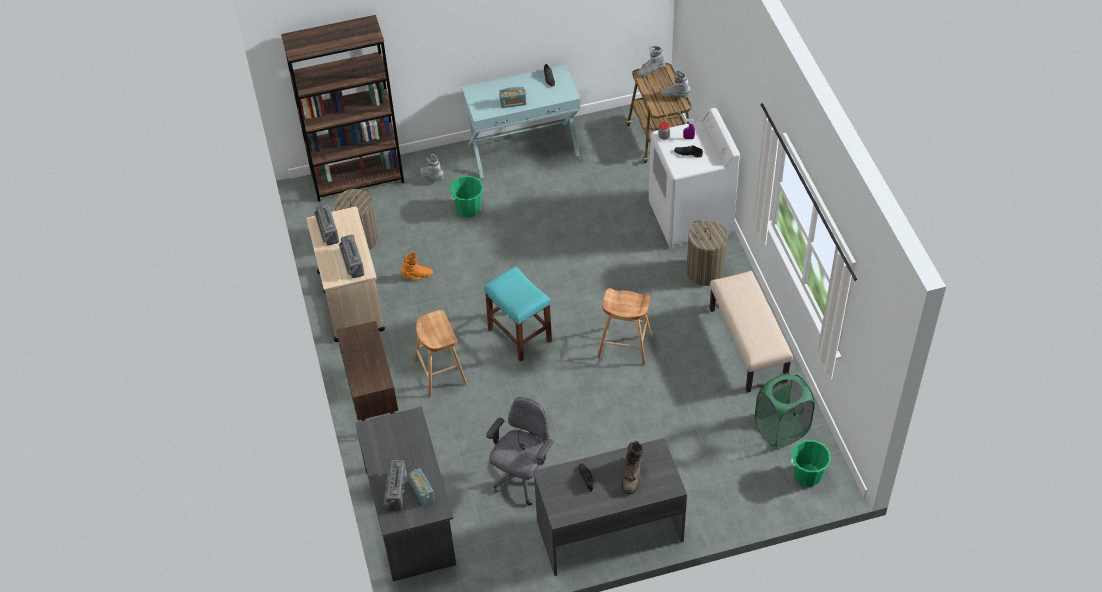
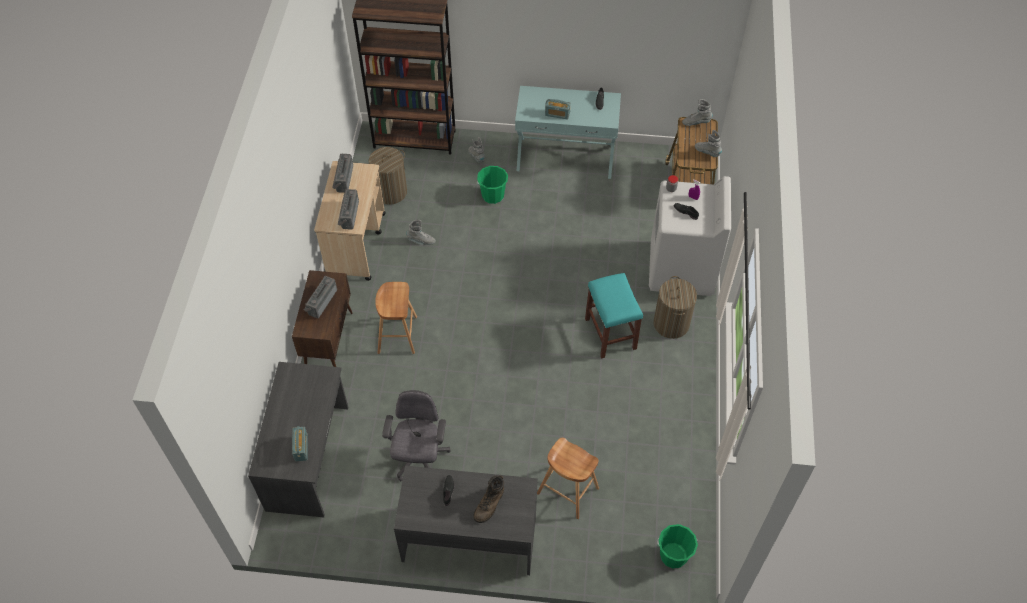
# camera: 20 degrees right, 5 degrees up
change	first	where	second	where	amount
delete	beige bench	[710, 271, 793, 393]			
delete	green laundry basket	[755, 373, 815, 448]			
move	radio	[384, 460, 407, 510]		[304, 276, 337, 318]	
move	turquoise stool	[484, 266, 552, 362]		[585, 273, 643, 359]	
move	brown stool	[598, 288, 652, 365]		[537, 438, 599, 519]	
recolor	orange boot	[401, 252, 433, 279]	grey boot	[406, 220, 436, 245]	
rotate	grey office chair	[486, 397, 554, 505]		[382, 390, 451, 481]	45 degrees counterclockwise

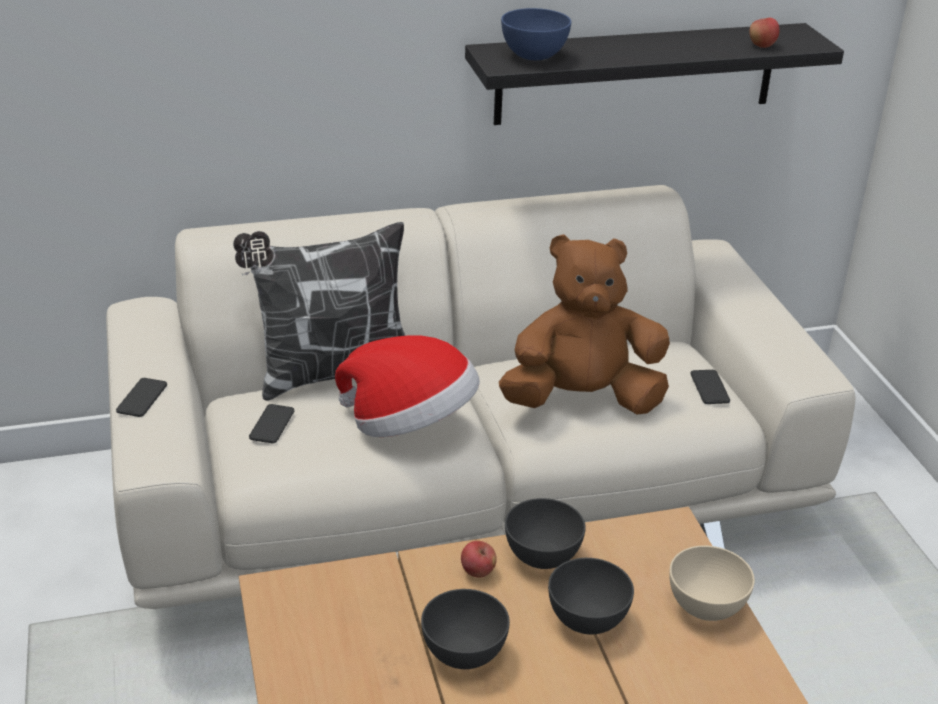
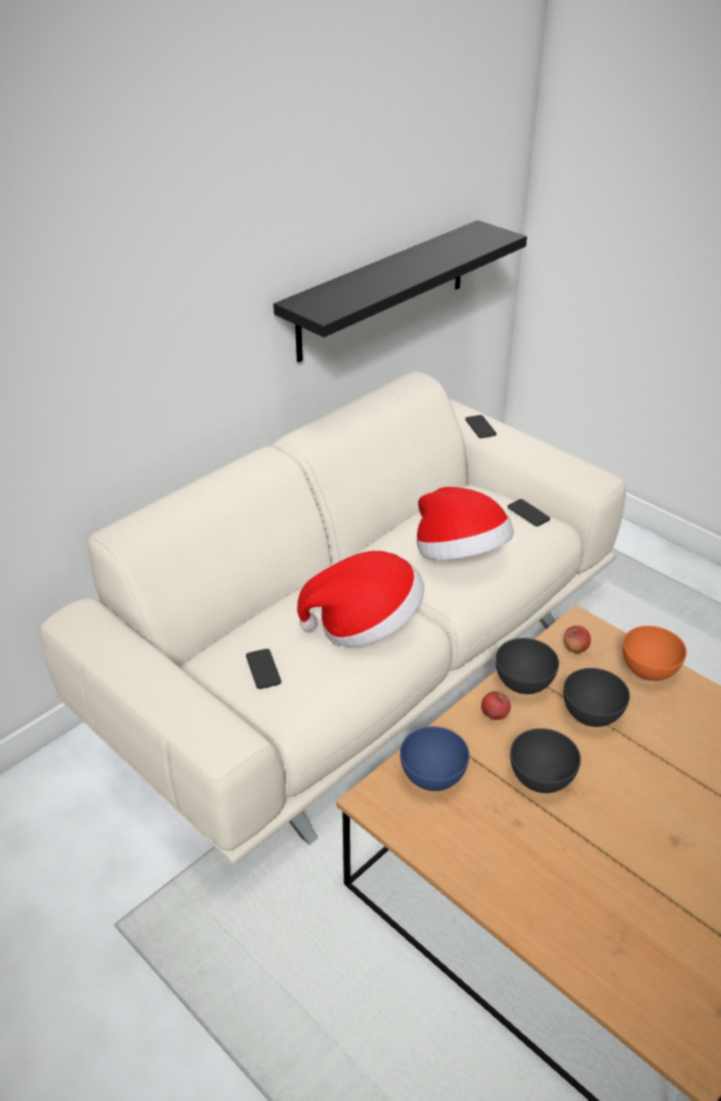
# camera: 30 degrees left, 5 degrees up
change	first	where	second	where	amount
delete	pillow	[233, 222, 405, 401]			
move	phone	[116, 378, 167, 417]		[465, 415, 497, 438]	
move	blue bowl	[501, 8, 571, 60]		[400, 726, 470, 791]	
move	apple	[749, 18, 780, 48]		[564, 626, 591, 653]	
replace	brown plush toy	[499, 234, 670, 414]	hat	[417, 487, 514, 560]	
recolor	beige bowl	[669, 546, 755, 621]	orange bowl	[623, 626, 687, 681]	

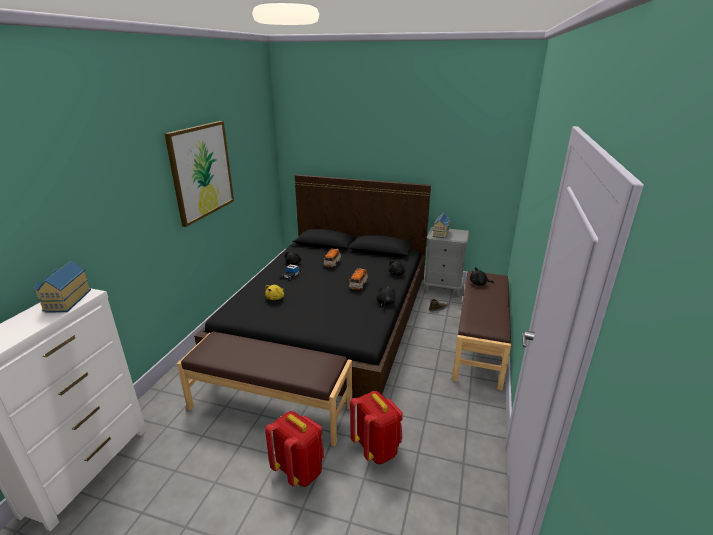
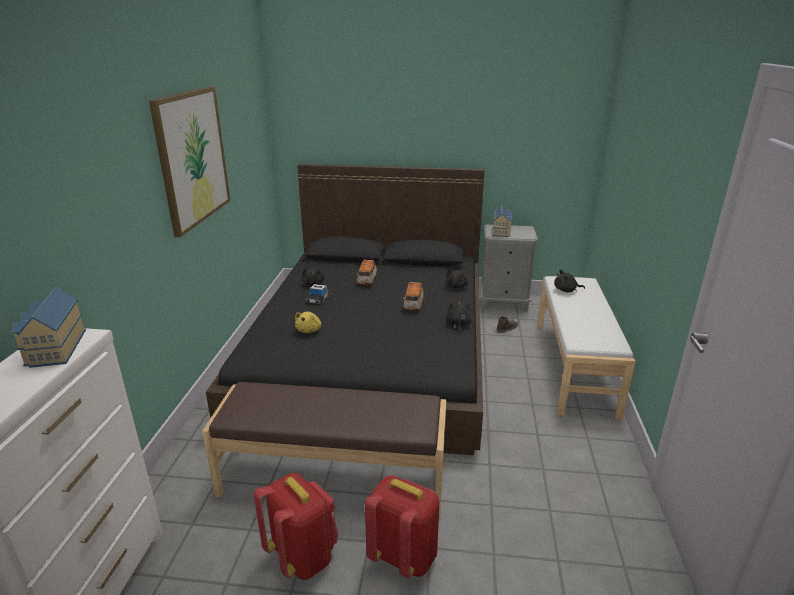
# camera: 10 degrees left, 0 degrees up
change	first	where	second	where	amount
move	red backpack	[350, 391, 403, 464]		[254, 473, 338, 580]	
recolor	brown bench	[452, 271, 511, 390]	white bench	[537, 276, 636, 420]	

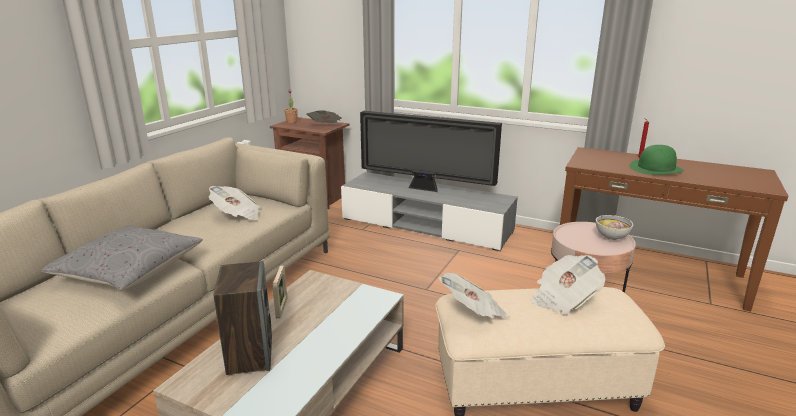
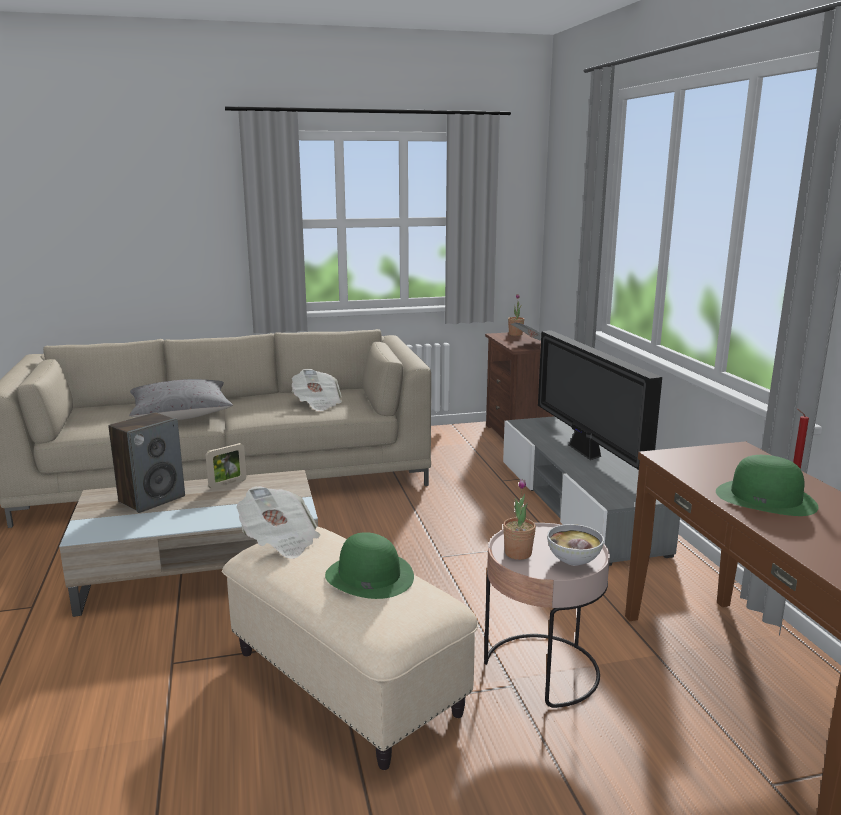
# camera: 50 degrees right, 5 degrees down
change	first	where	second	where	amount
insert			potted plant	[503, 479, 536, 560]	
replace	newspaper	[531, 255, 605, 314]	green hat	[325, 532, 414, 599]	

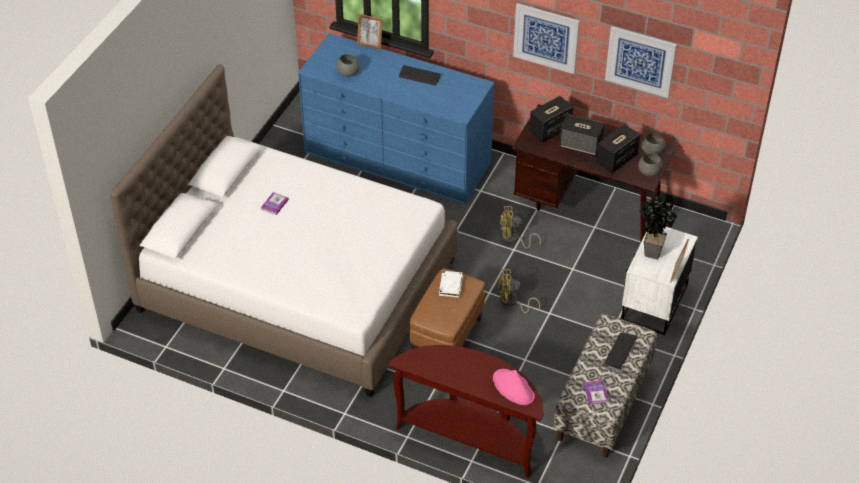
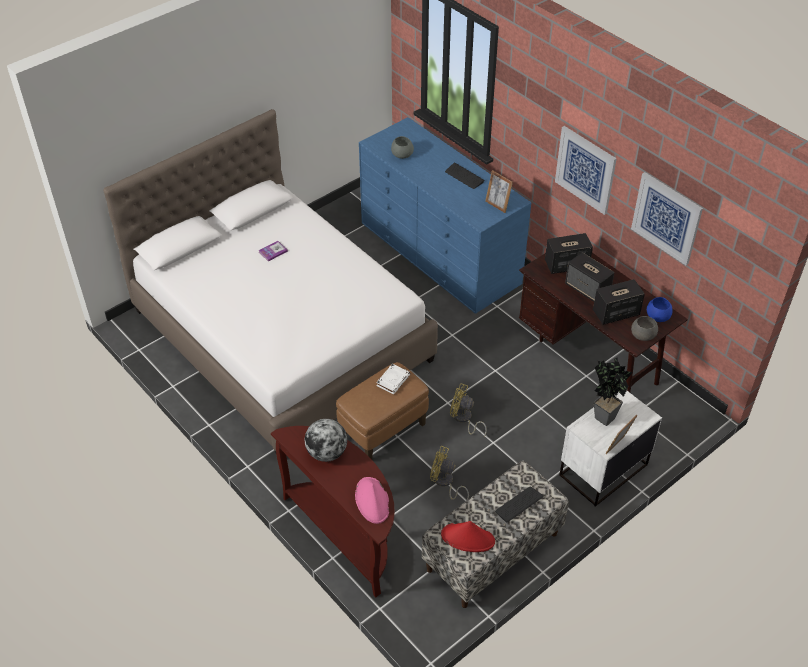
# camera: 25 degrees right, 0 degrees up
change	first	where	second	where	amount
insert			globe	[305, 419, 347, 462]	
move	picture frame	[357, 14, 383, 50]		[485, 170, 513, 213]	
move	yellow fan	[500, 206, 541, 249]		[430, 446, 469, 500]	
replace	book	[583, 380, 609, 405]	red hat	[441, 521, 495, 552]	
recolor	grey bowl	[641, 133, 665, 155]	blue bowl	[647, 297, 673, 322]	

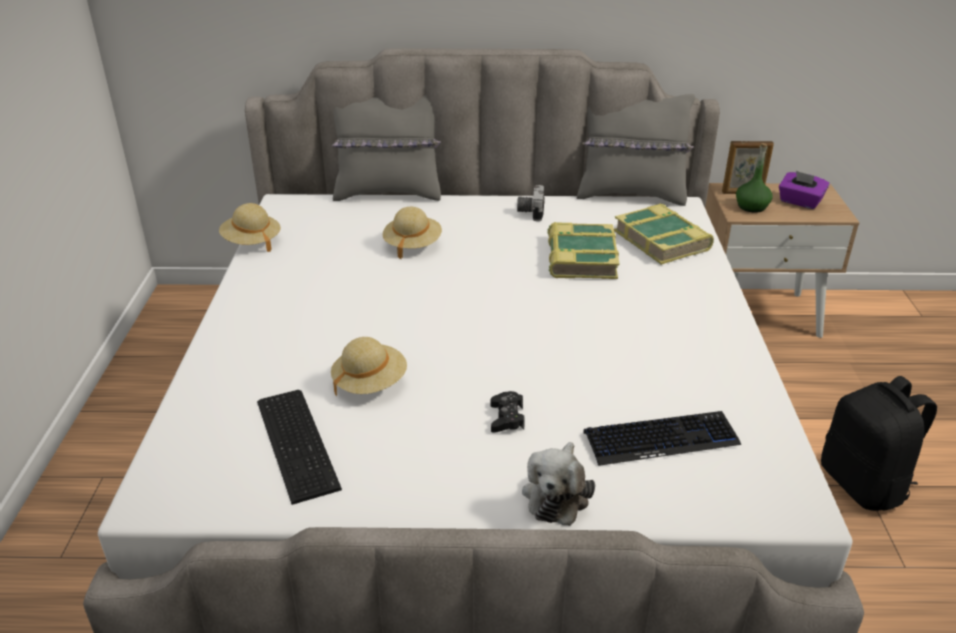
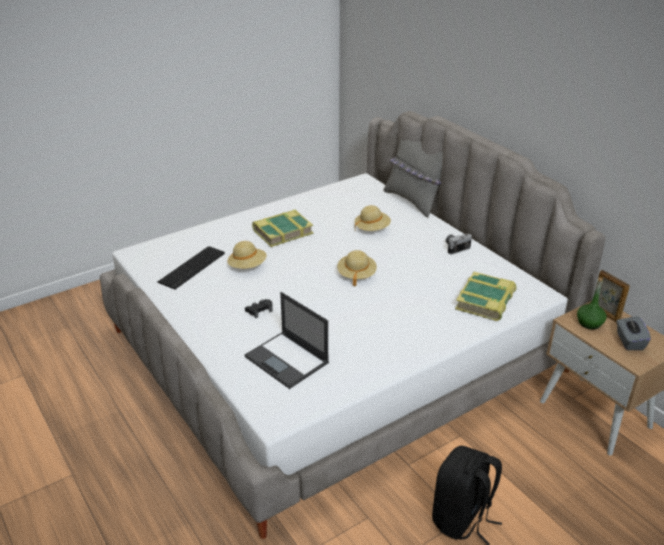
# camera: 55 degrees right, 0 degrees up
change	first	where	second	where	amount
delete	plush toy	[522, 442, 595, 526]			
delete	grey pillow	[577, 94, 695, 206]			
move	beige hat	[219, 203, 281, 252]		[337, 250, 377, 286]	
move	book	[547, 222, 619, 279]		[252, 210, 314, 247]	
replace	keyboard	[584, 411, 741, 466]	laptop	[245, 292, 329, 389]	
recolor	purple tissue box	[779, 171, 830, 209]	grey tissue box	[617, 316, 651, 350]	

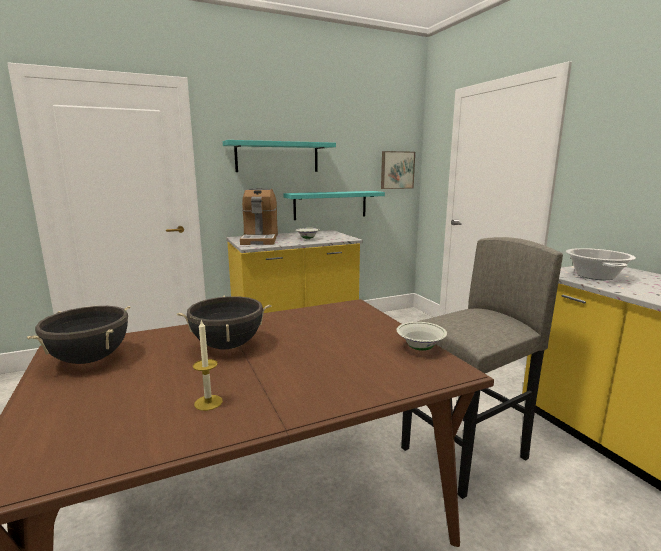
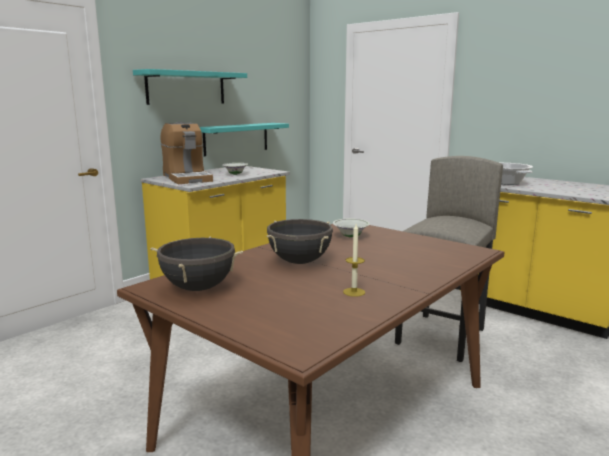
# camera: 25 degrees left, 0 degrees up
change	first	where	second	where	amount
delete	picture	[381, 151, 415, 189]			
move	white bowl	[397, 322, 447, 351]		[333, 218, 370, 238]	

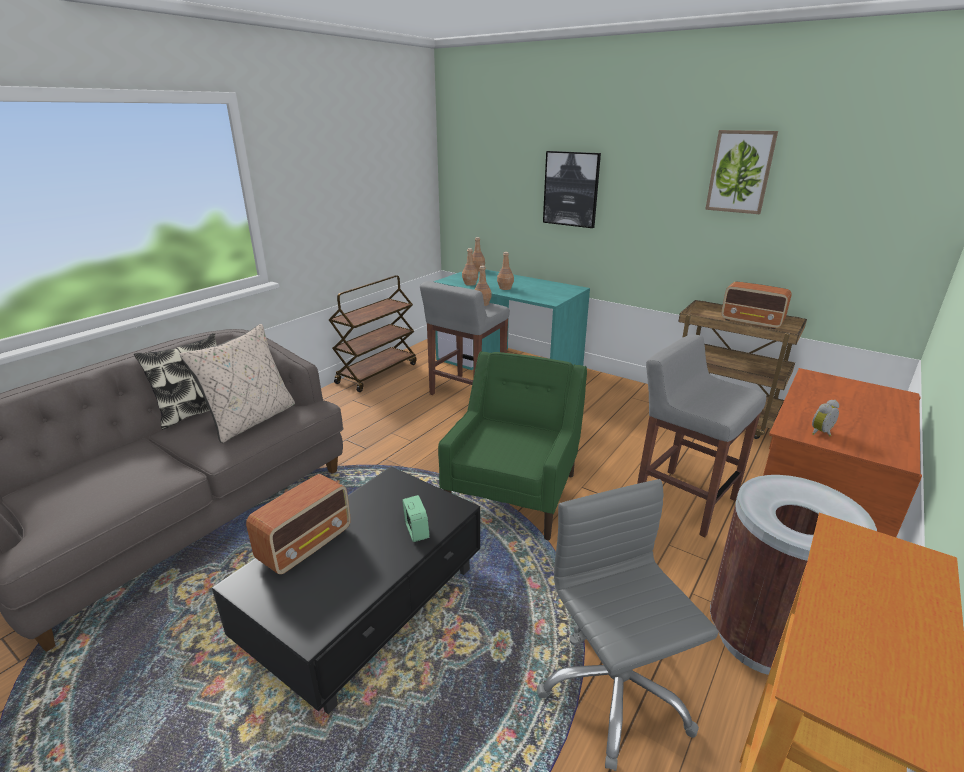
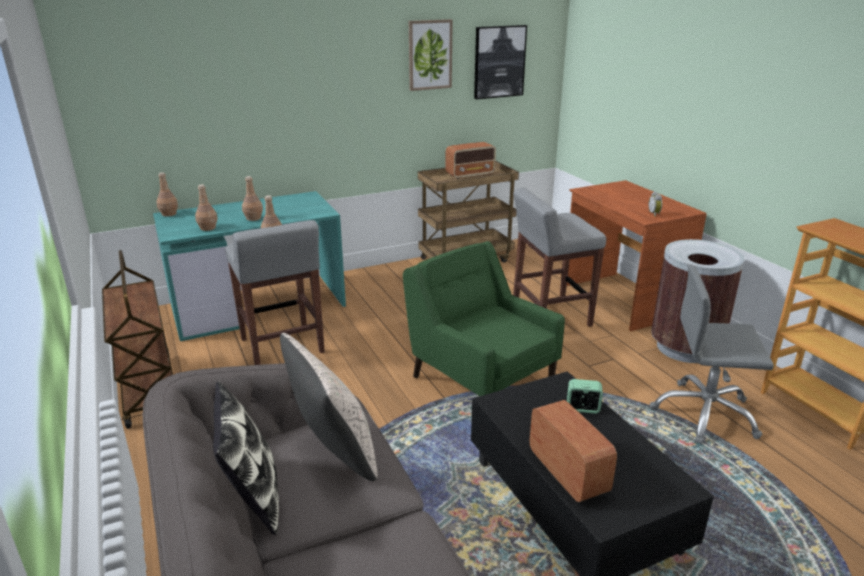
# camera: 60 degrees left, 0 degrees up
change	first	where	second	where	amount
move	picture	[543, 151, 601, 228]		[474, 25, 527, 99]	

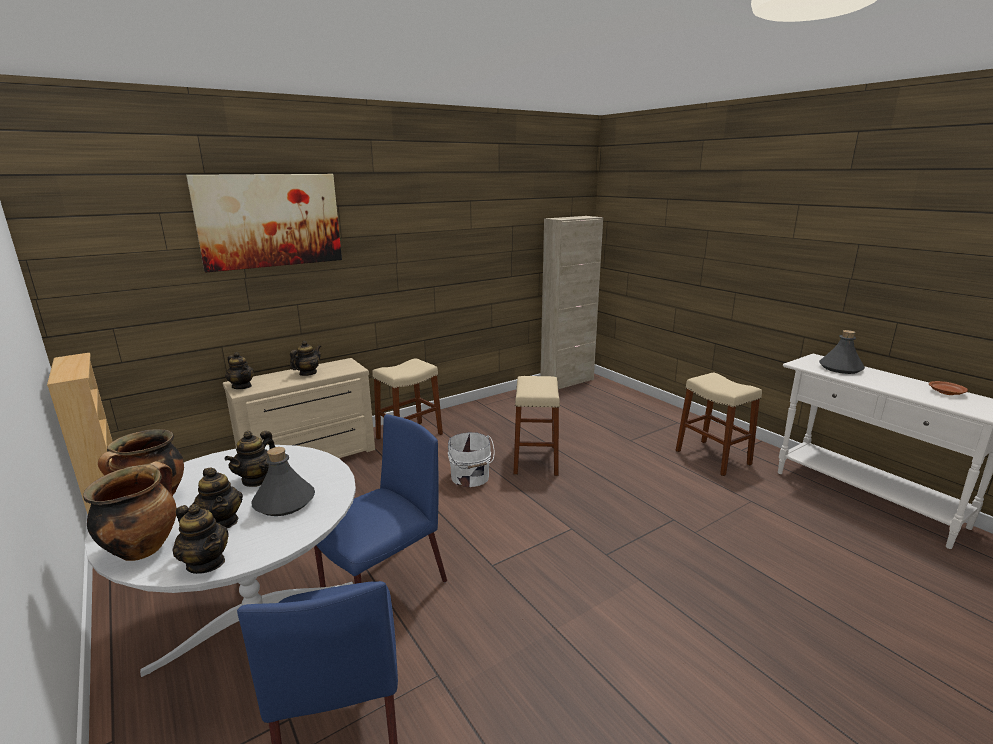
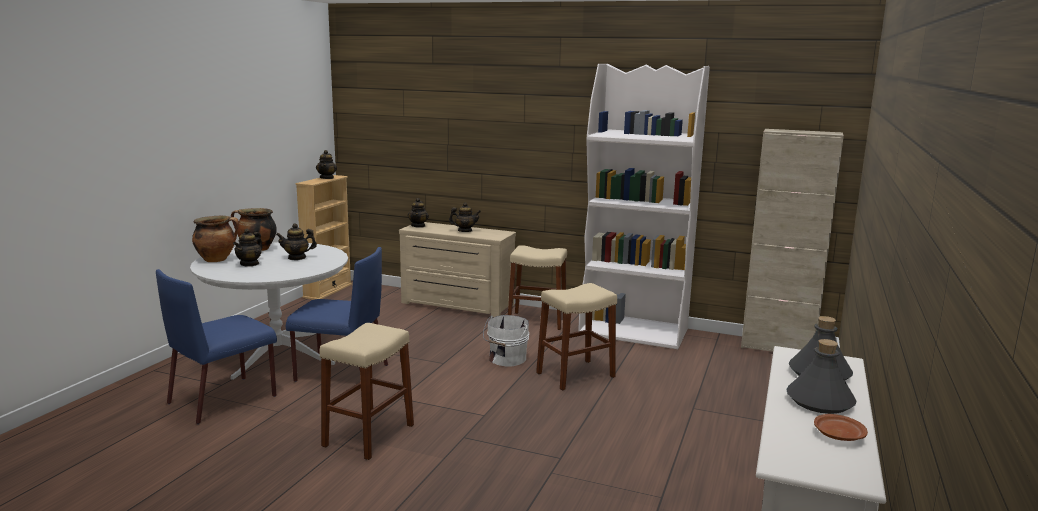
# camera: 55 degrees right, 5 degrees down
change	first	where	second	where	amount
delete	picture	[186, 174, 342, 273]			
insert			white bookcase	[578, 64, 710, 349]	
move	teapot	[173, 504, 229, 574]		[316, 150, 337, 179]	
move	grey bottle	[251, 447, 315, 516]		[786, 339, 857, 414]	
move	beige stool	[675, 373, 762, 476]		[319, 323, 414, 460]	

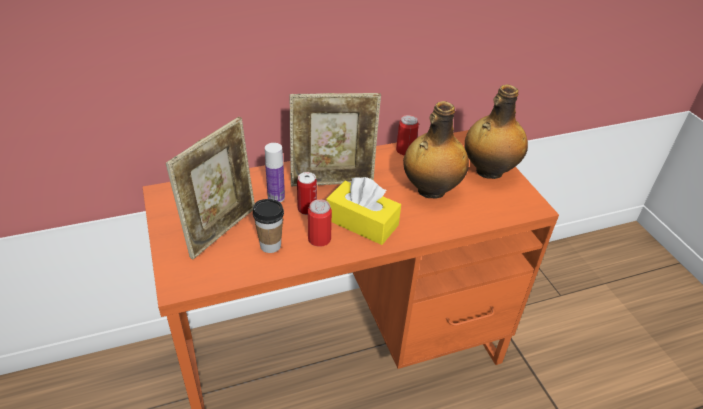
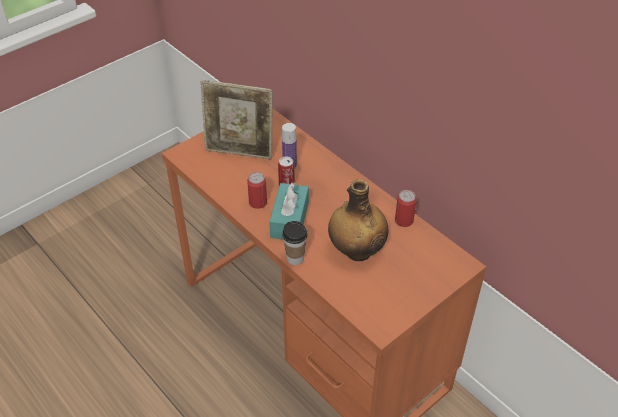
# camera: 70 degrees right, 5 degrees up
change	first	where	second	where	amount
delete	picture frame	[289, 93, 381, 186]			
delete	bottle	[465, 85, 528, 179]			
move	cup	[253, 199, 284, 253]		[282, 221, 308, 265]	
recolor	yellow tissue box	[326, 177, 401, 245]	turquoise tissue box	[269, 182, 309, 240]	

